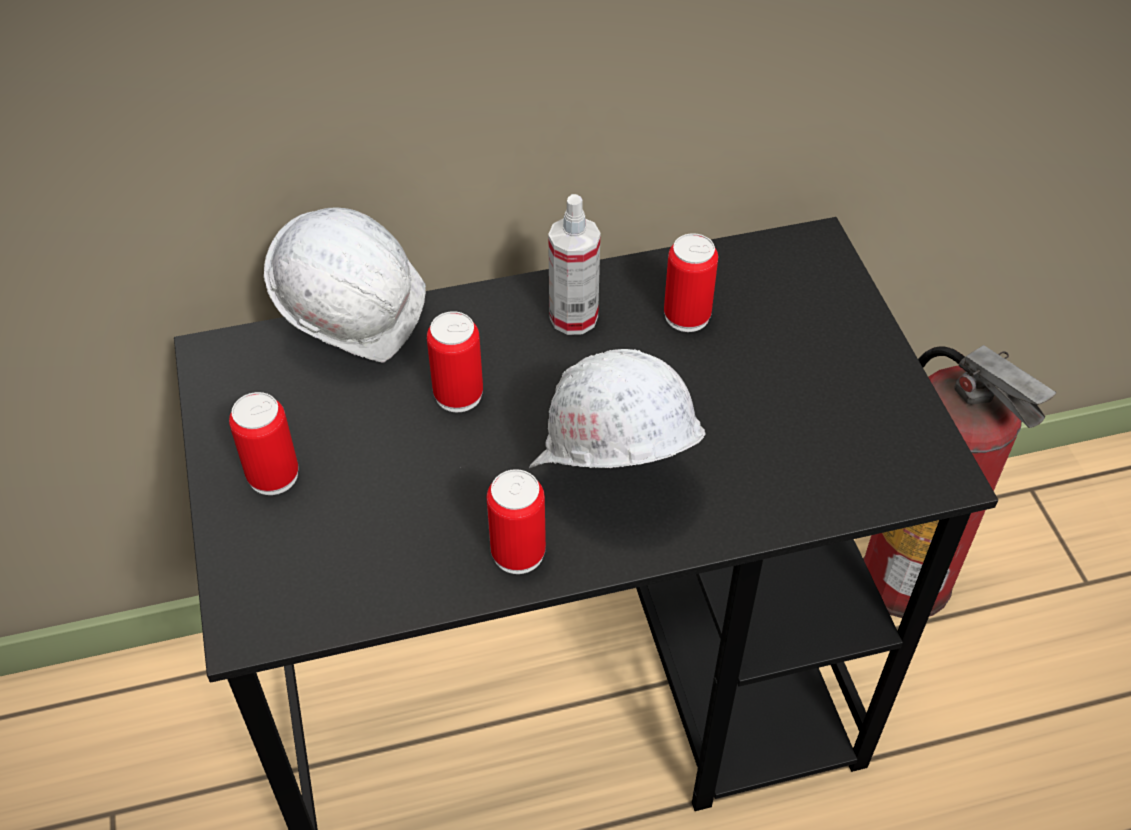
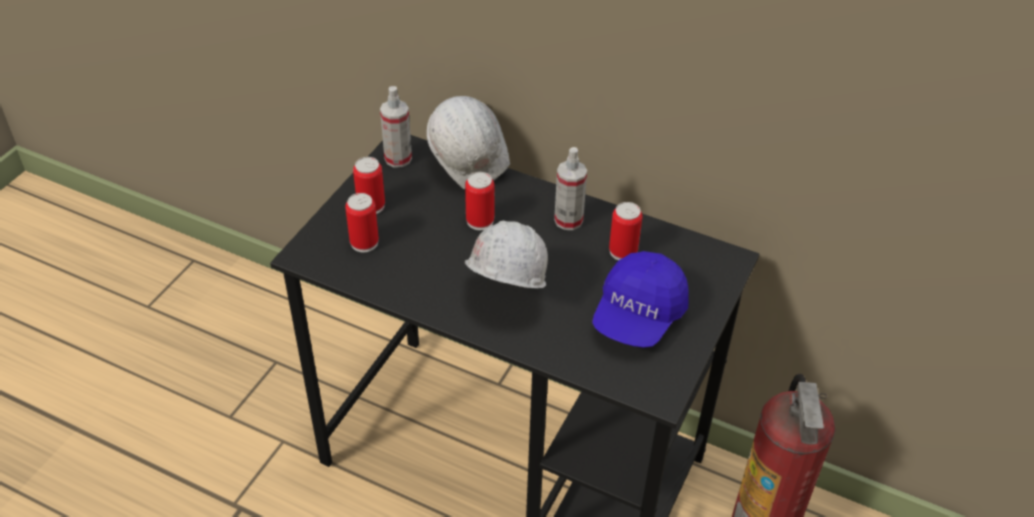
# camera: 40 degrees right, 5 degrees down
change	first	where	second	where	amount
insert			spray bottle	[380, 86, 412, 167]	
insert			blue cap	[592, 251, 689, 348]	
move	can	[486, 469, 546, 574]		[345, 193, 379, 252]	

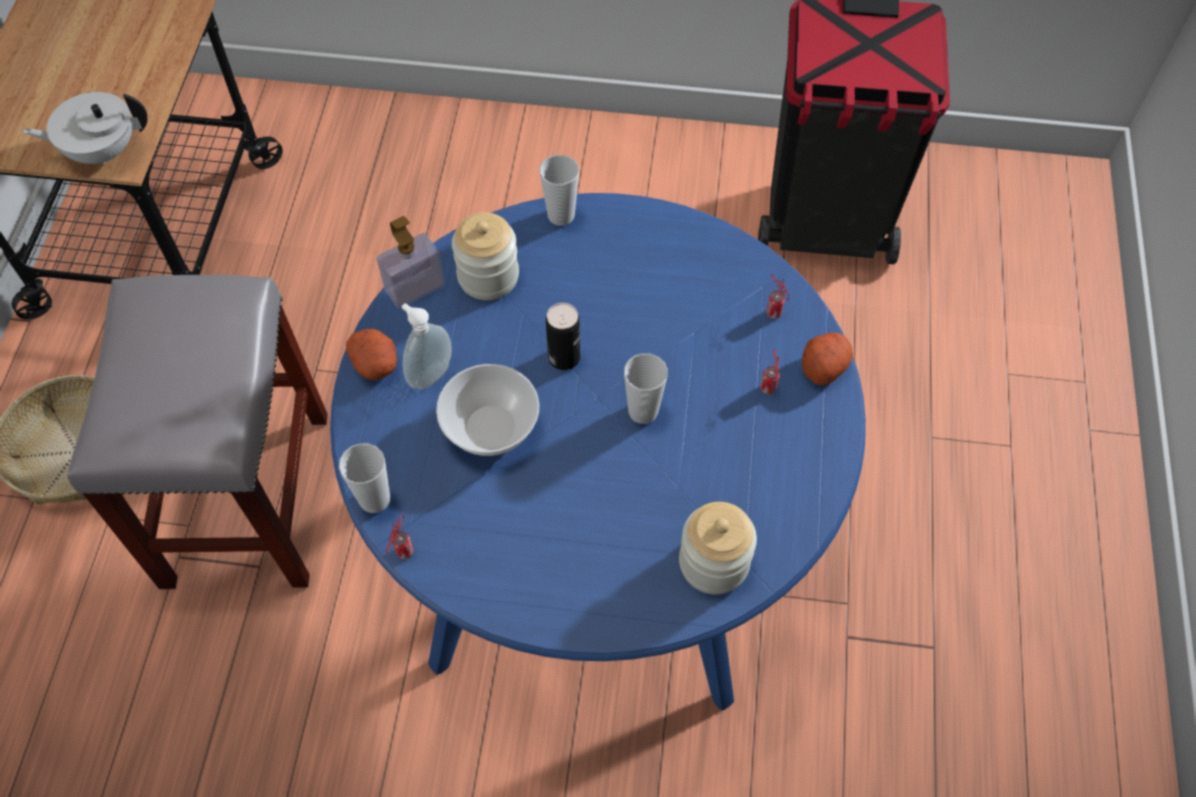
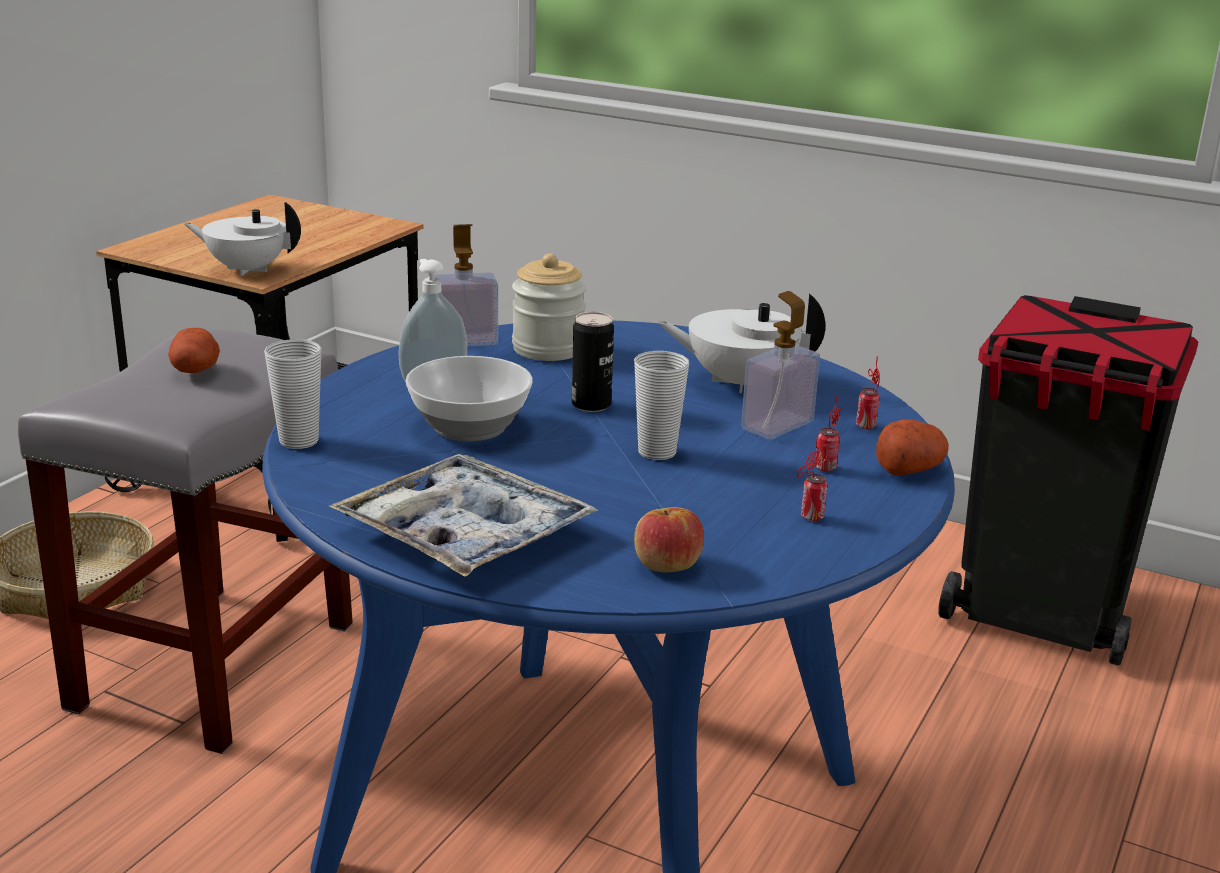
# camera: 20 degrees right, 35 degrees down
change	first	where	second	where	amount
delete	cup	[540, 155, 579, 226]			
insert			tray	[329, 454, 599, 577]	
insert			white teapot	[657, 293, 825, 393]	
insert			soap dispenser	[741, 291, 820, 439]	
move	potato	[346, 329, 397, 380]		[168, 328, 220, 373]	
move	can	[386, 515, 413, 559]		[797, 438, 829, 521]	
replace	jar	[679, 502, 757, 595]	apple	[634, 507, 704, 573]	

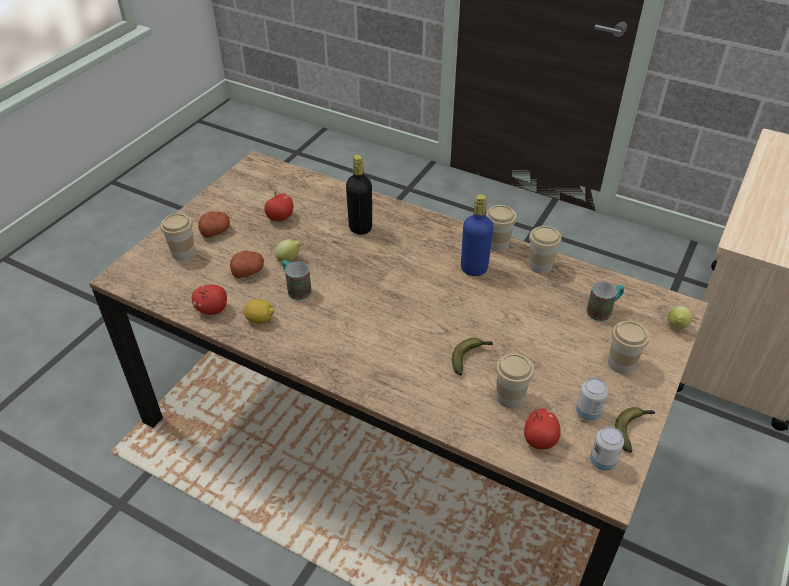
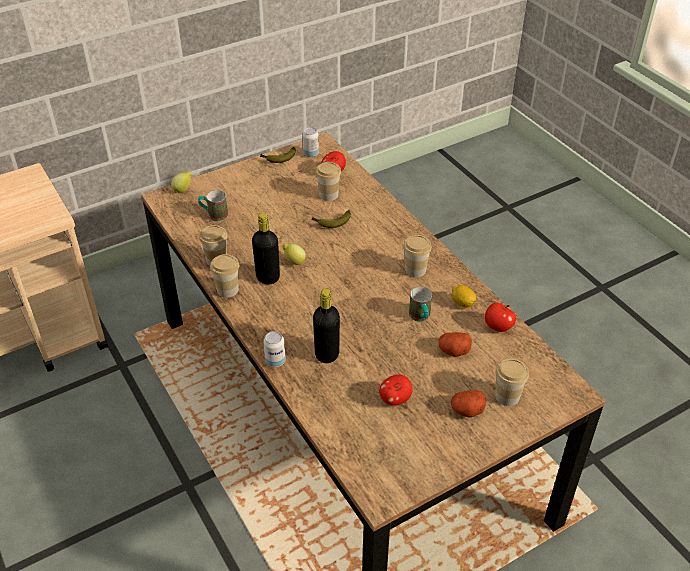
# camera: 150 degrees left, 0 degrees up
change	first	where	second	where	amount
move	lemon	[275, 239, 302, 262]		[283, 243, 306, 265]	
move	can	[576, 378, 608, 421]		[263, 331, 286, 367]	
move	cup	[608, 321, 649, 374]		[403, 235, 432, 277]	
recolor	blue bottle	[461, 194, 494, 276]	black bottle	[252, 213, 280, 284]	

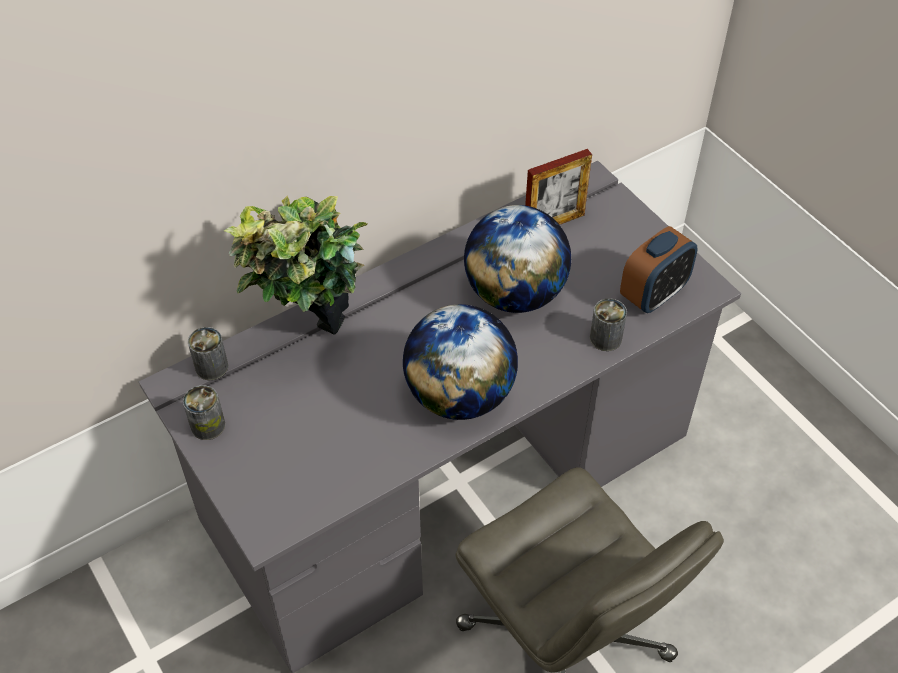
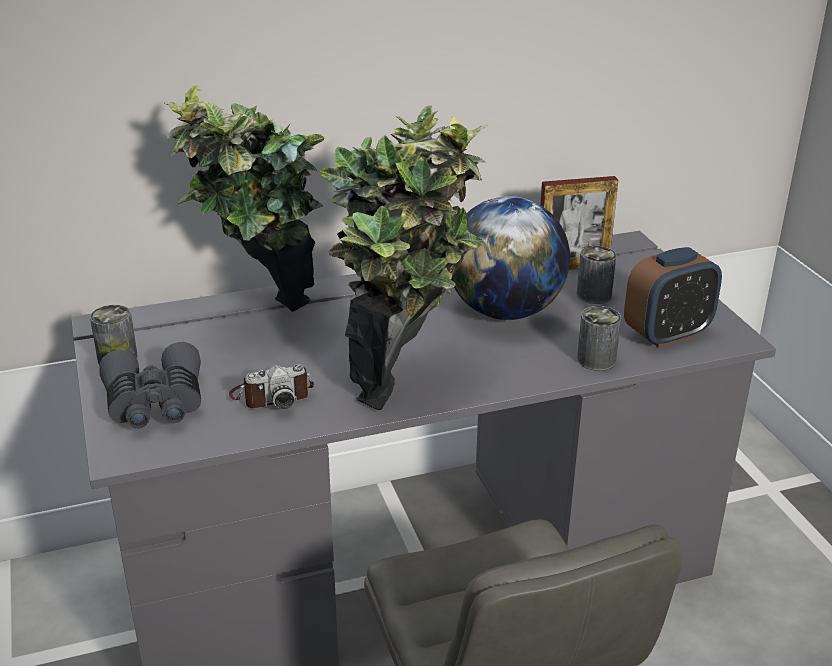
# camera: 15 degrees right, 20 degrees down
change	first	where	second	where	amount
insert			grey binoculars	[99, 342, 201, 429]	
insert			photo camera	[229, 364, 314, 409]	
move	can	[188, 327, 228, 380]		[576, 246, 617, 304]	
replace	globe	[403, 304, 518, 420]	potted plant	[320, 105, 487, 410]	

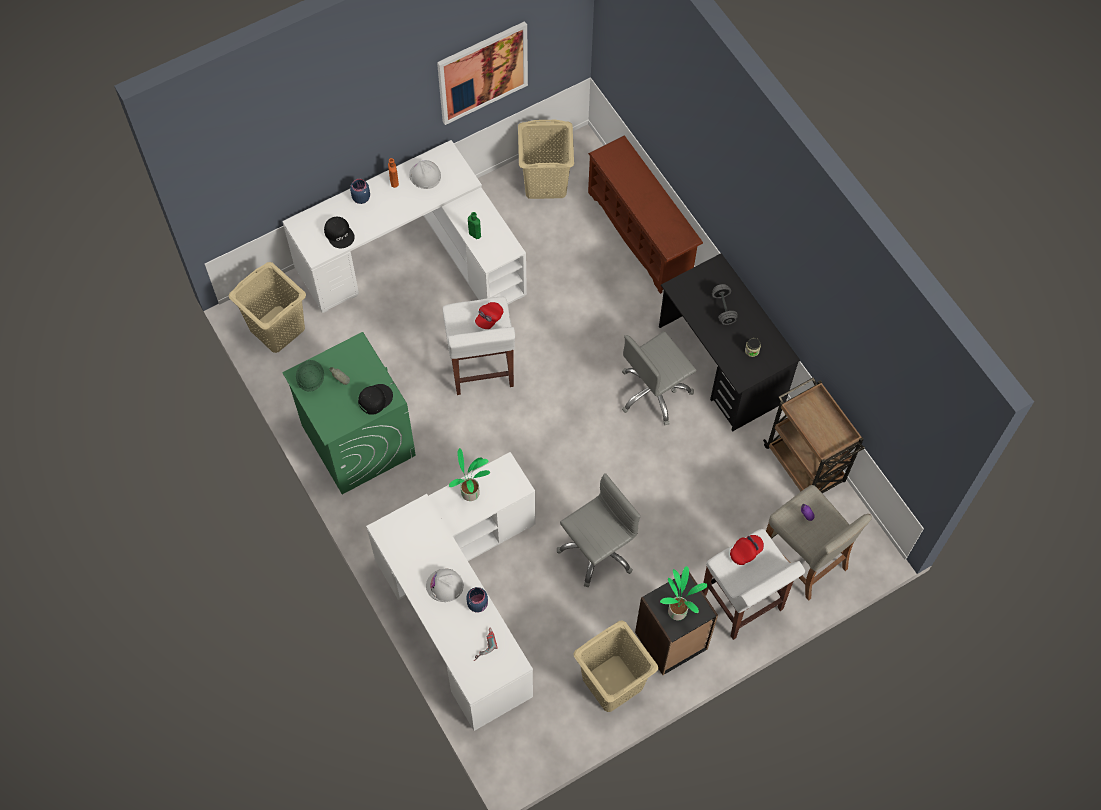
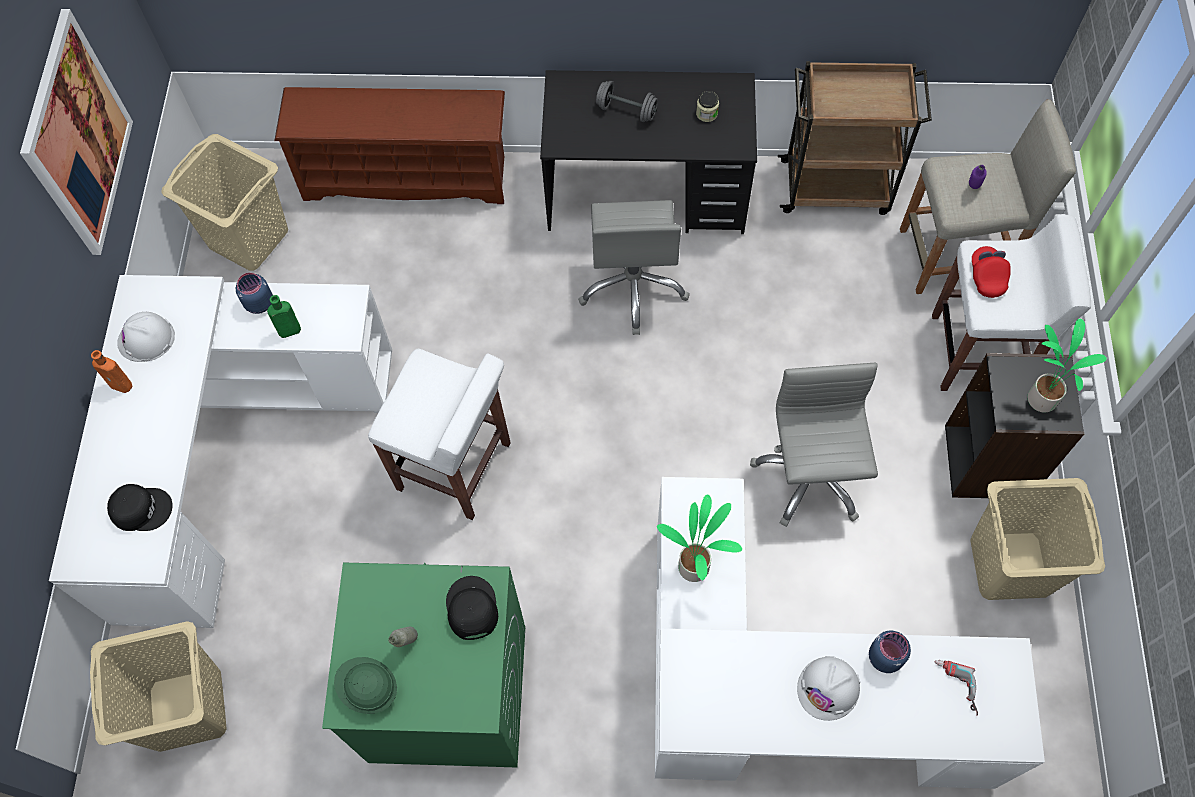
# camera: 55 degrees left, 0 degrees up
change	first	where	second	where	amount
delete	red cap	[475, 302, 503, 329]			
move	blue jar	[350, 179, 370, 204]		[236, 273, 273, 314]	

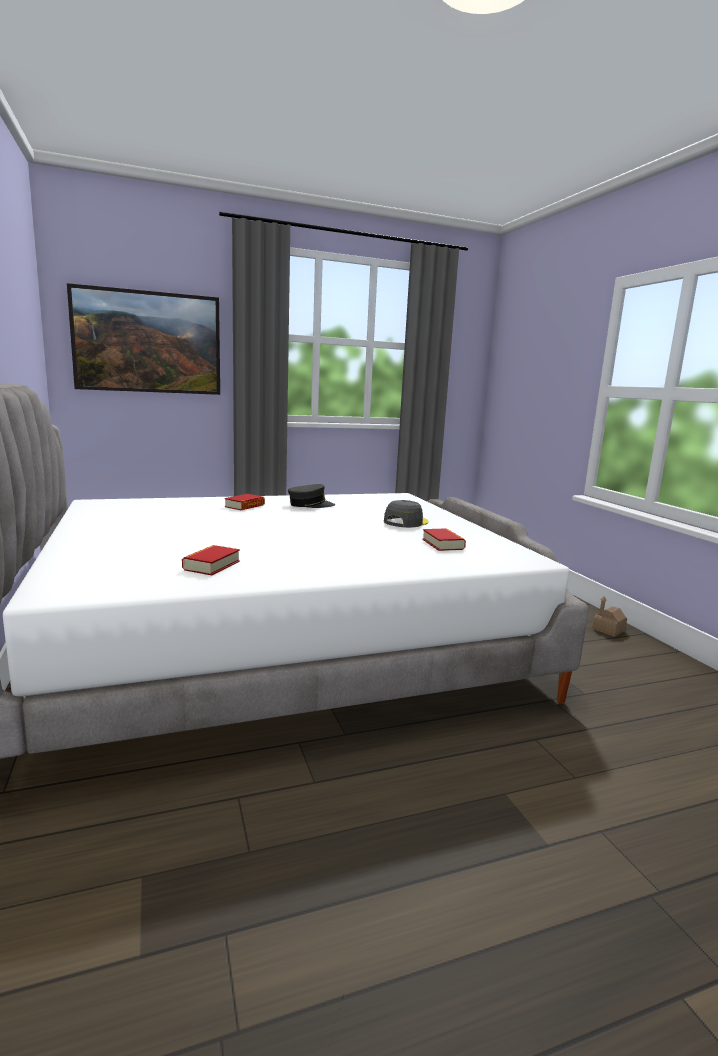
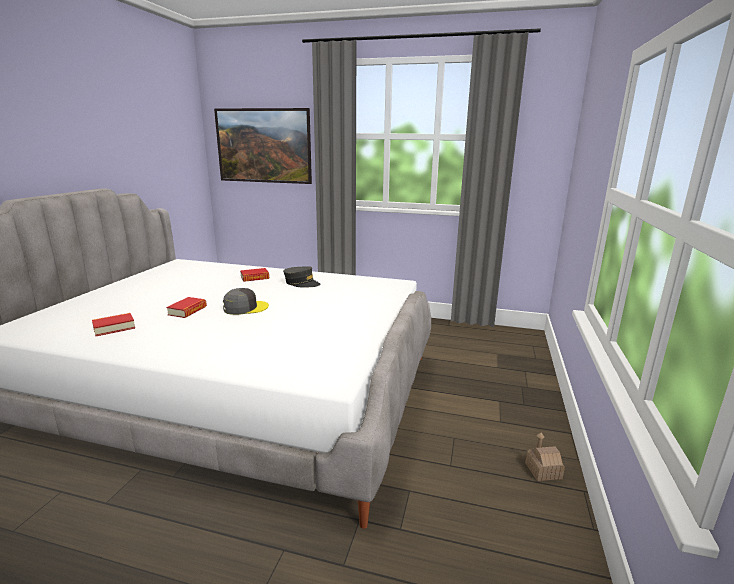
# camera: 35 degrees right, 5 degrees up
change	first	where	second	where	amount
move	grey cap	[384, 500, 428, 528]		[223, 288, 269, 315]	
move	book	[422, 528, 466, 551]		[166, 297, 207, 318]	

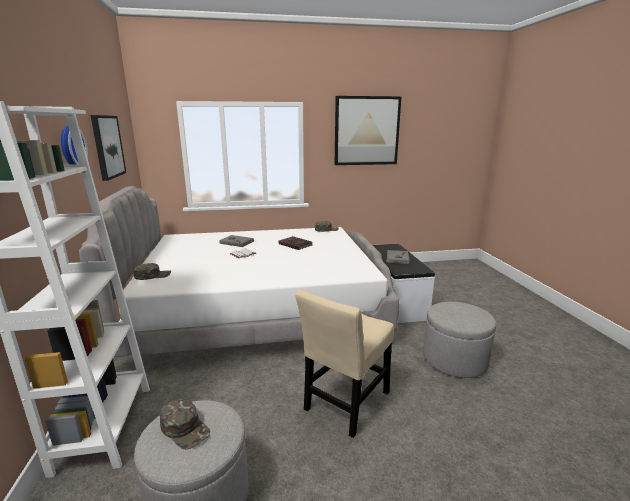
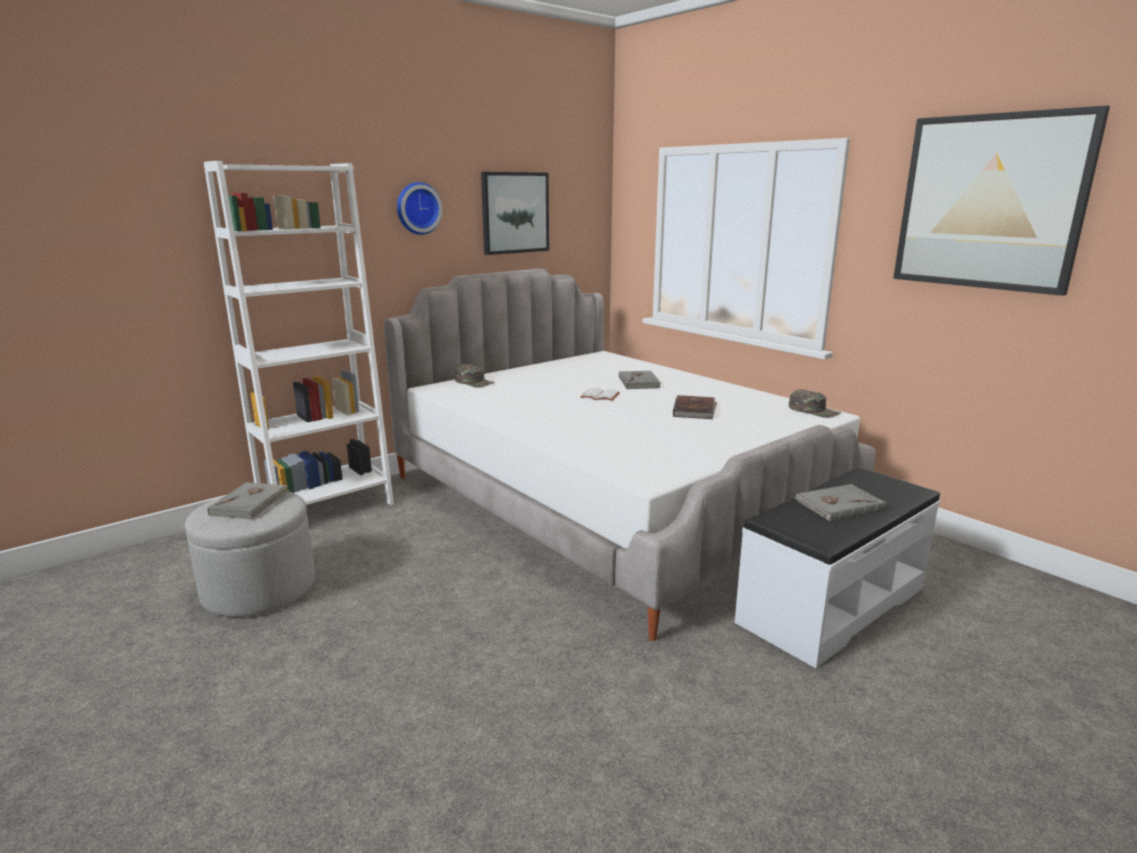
# camera: 60 degrees right, 0 degrees up
change	first	where	second	where	amount
delete	beige chair	[296, 290, 394, 438]			
delete	grey ottoman	[423, 302, 496, 378]			
replace	green cap	[160, 399, 210, 449]	grey book	[207, 482, 290, 519]	

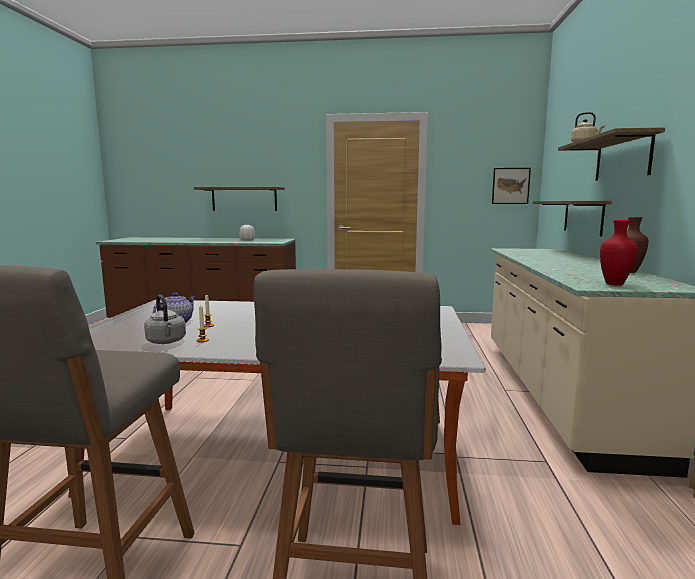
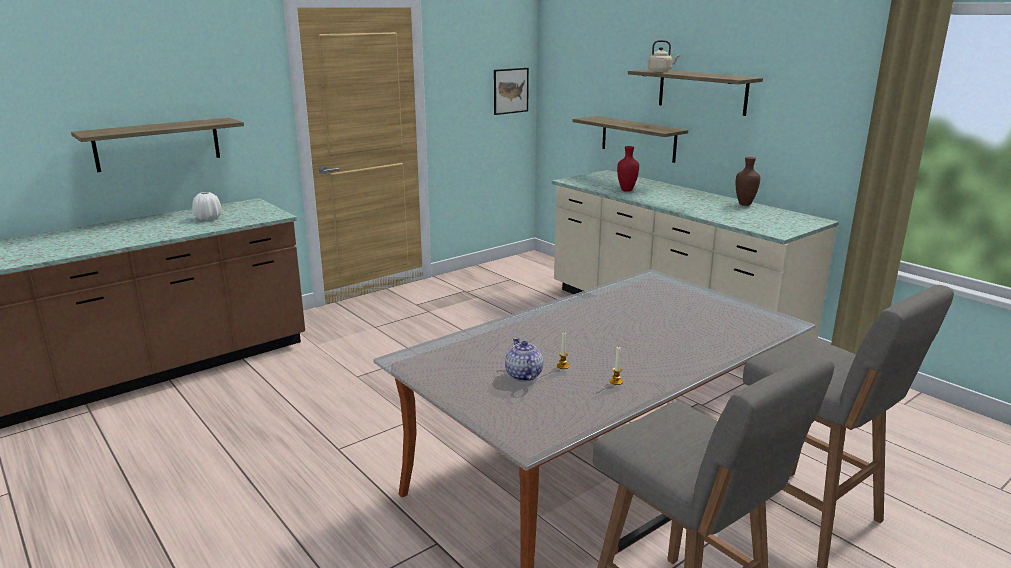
# camera: 45 degrees left, 10 degrees up
change	first	where	second	where	amount
delete	grey kettle	[144, 295, 186, 344]			
move	red vase	[600, 220, 637, 286]		[617, 146, 639, 192]	

